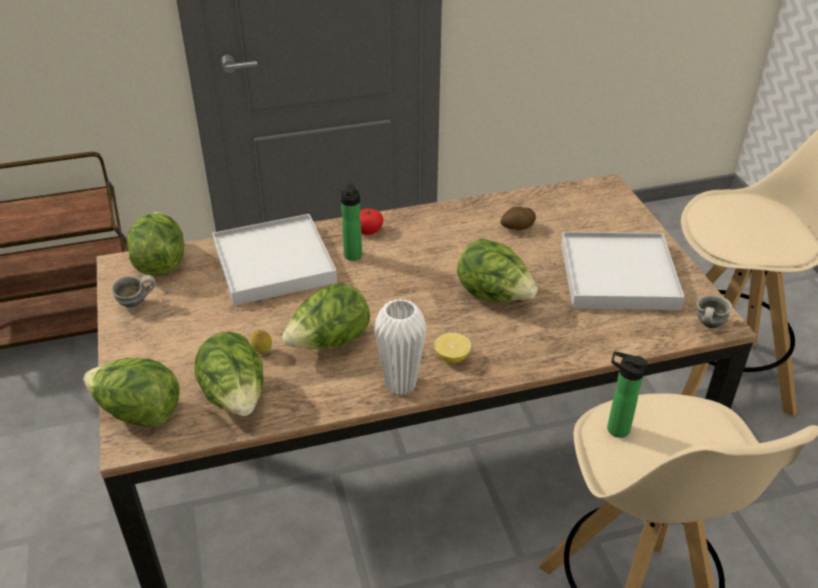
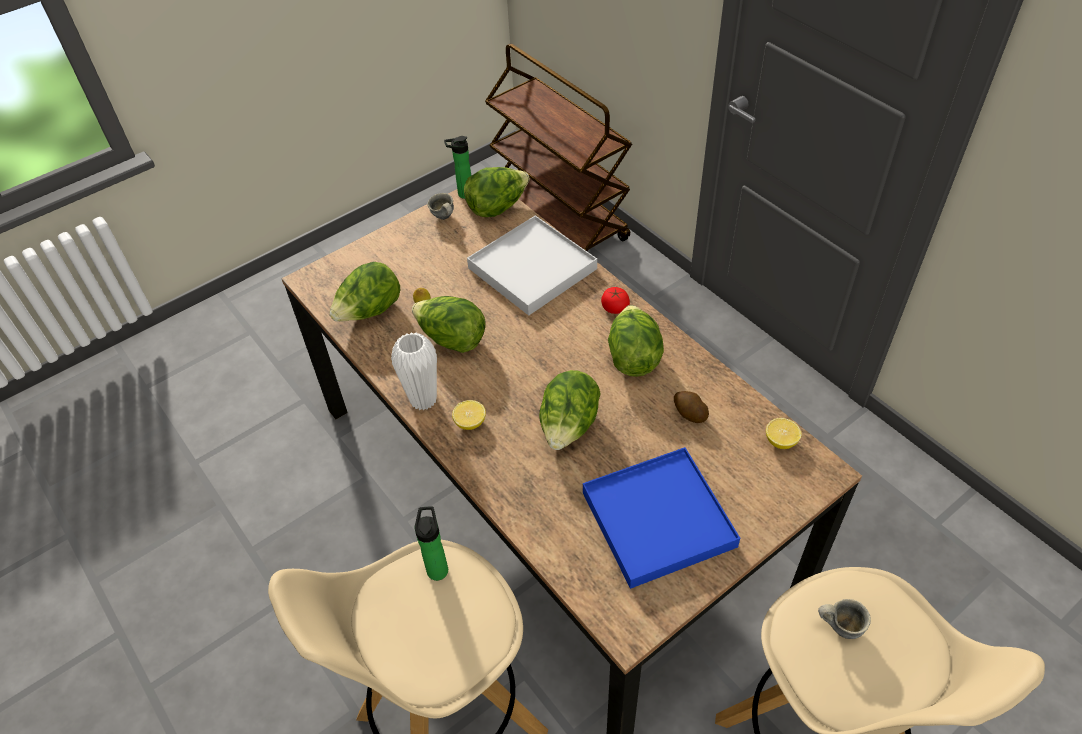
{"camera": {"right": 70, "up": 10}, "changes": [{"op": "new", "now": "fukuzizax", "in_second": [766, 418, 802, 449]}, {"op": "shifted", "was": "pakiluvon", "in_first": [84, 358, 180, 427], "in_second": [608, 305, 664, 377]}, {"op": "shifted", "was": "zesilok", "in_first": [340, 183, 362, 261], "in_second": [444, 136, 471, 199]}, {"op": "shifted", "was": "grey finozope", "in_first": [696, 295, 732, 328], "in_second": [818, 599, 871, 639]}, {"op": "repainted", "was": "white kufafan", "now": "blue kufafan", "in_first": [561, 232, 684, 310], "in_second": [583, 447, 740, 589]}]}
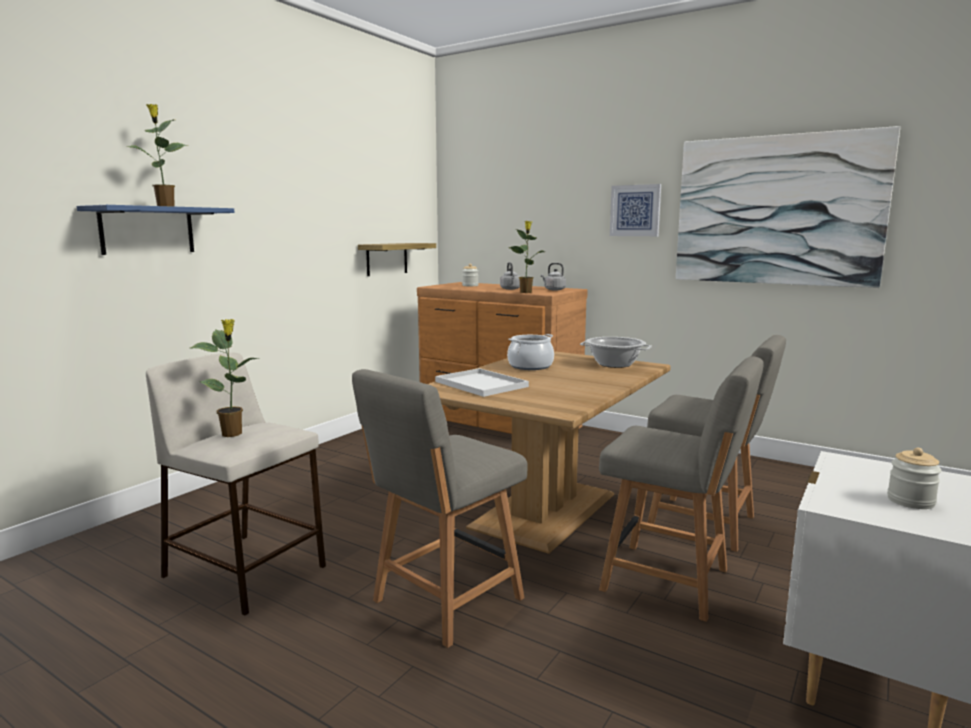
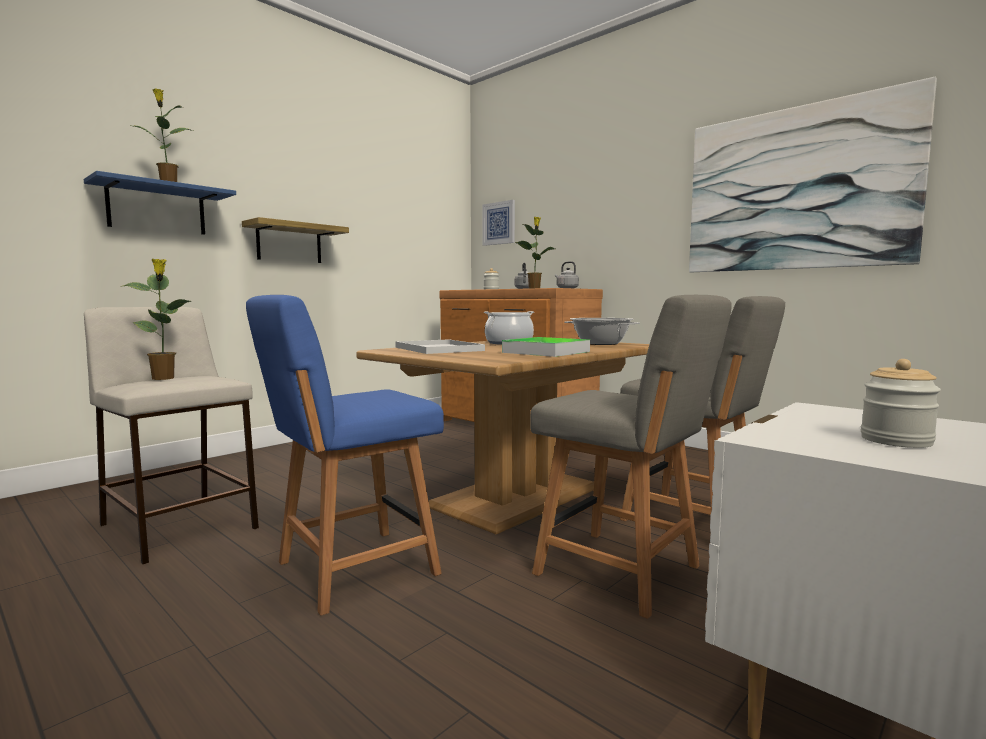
{"camera": {"right": 10, "up": -5}, "changes": [{"op": "new", "now": "kufafan", "in_second": [502, 337, 590, 357]}, {"op": "shifted", "was": "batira", "in_first": [358, 243, 436, 276], "in_second": [242, 217, 349, 263]}, {"op": "shifted", "was": "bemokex", "in_first": [610, 184, 661, 236], "in_second": [482, 200, 515, 246]}, {"op": "repainted", "was": "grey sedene", "now": "blue sedene", "in_first": [352, 369, 528, 648], "in_second": [246, 295, 444, 616]}]}
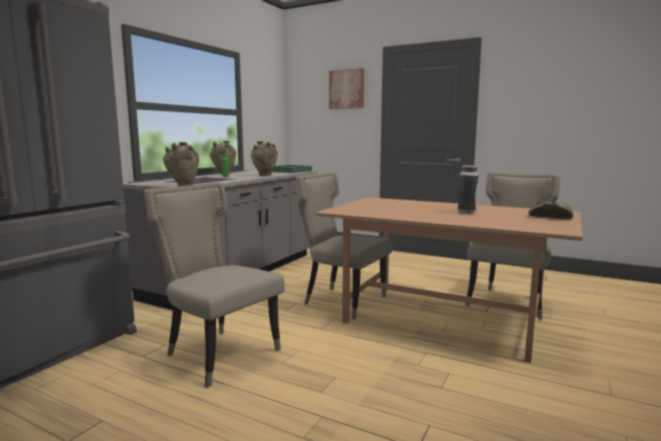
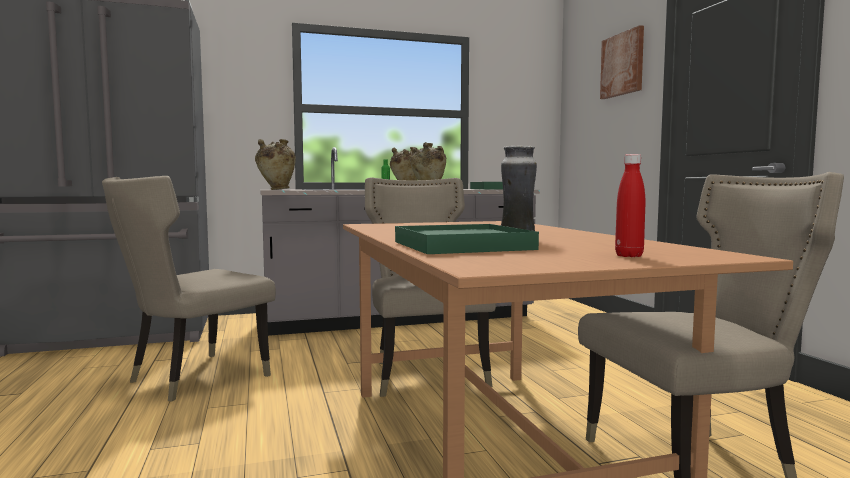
{"camera": {"right": 45, "up": -5}, "changes": [{"op": "new", "now": "green kufafan", "in_second": [395, 224, 539, 254]}, {"op": "swapped", "was": "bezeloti", "now": "red zesilok", "in_first": [529, 202, 573, 219], "in_second": [615, 154, 645, 257]}, {"op": "rotated", "was": "beige sedene", "in_first": [144, 182, 285, 388], "in_second": [102, 176, 276, 401], "clockwise": -135}]}
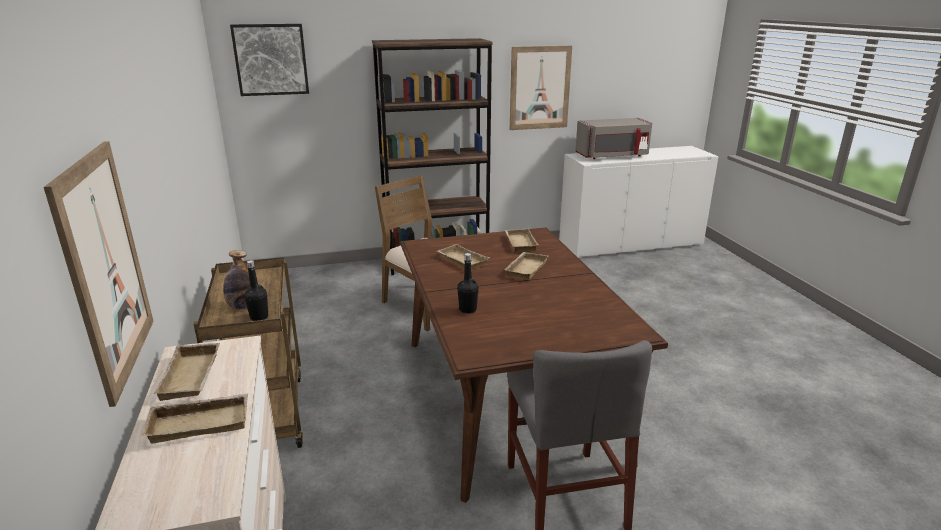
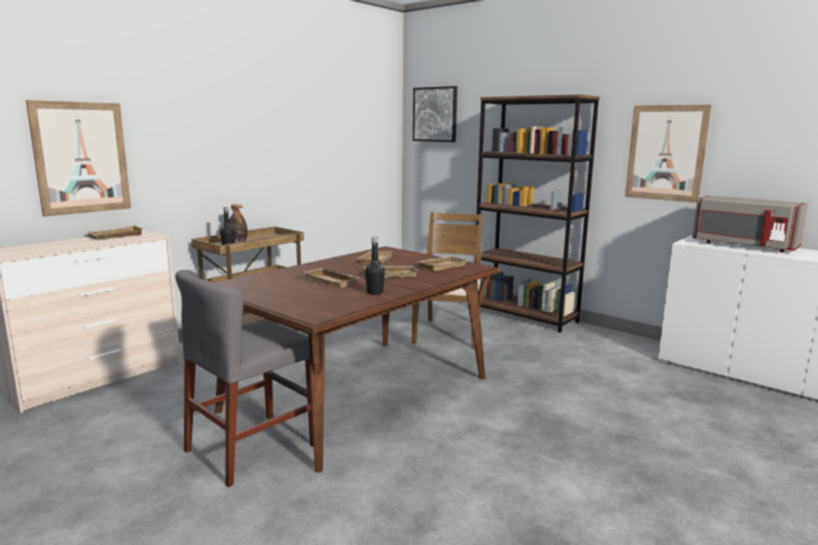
{"camera": {"right": 55, "up": -10}, "changes": [{"op": "shifted", "was": "beige kufafan", "in_first": [141, 393, 248, 443], "in_second": [303, 268, 360, 288]}, {"op": "shifted", "was": "black zesilok", "in_first": [457, 253, 479, 314], "in_second": [365, 237, 385, 295]}]}
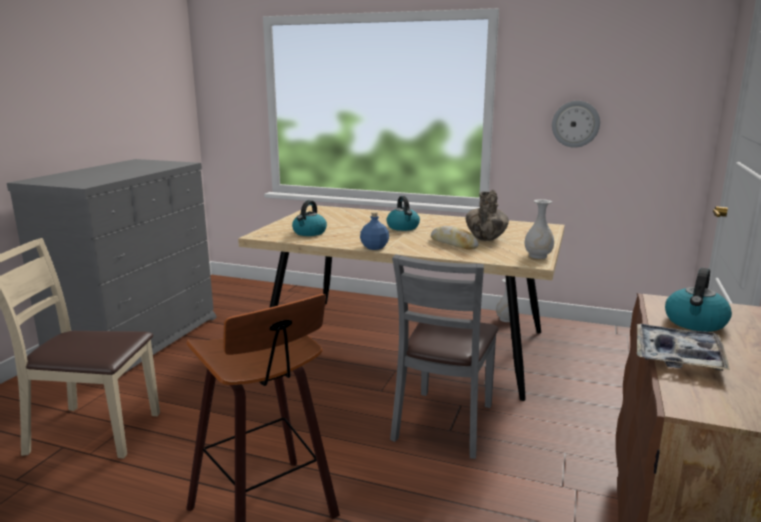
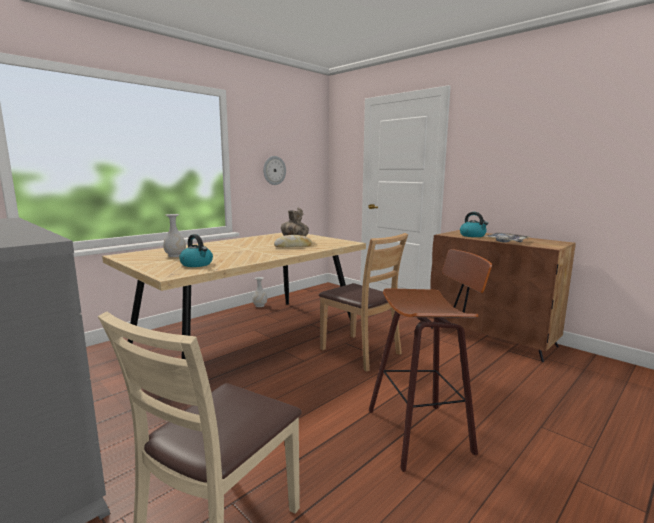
{"camera": {"right": -65, "up": -5}, "changes": [{"op": "gone", "was": "blue zesilok", "in_first": [360, 212, 389, 250]}, {"op": "gone", "was": "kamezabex", "in_first": [387, 196, 420, 231]}, {"op": "shifted", "was": "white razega", "in_first": [524, 199, 554, 259], "in_second": [163, 214, 186, 257]}, {"op": "repainted", "was": "grey sedene", "now": "brown sedene", "in_first": [390, 254, 499, 459], "in_second": [319, 233, 408, 372]}]}
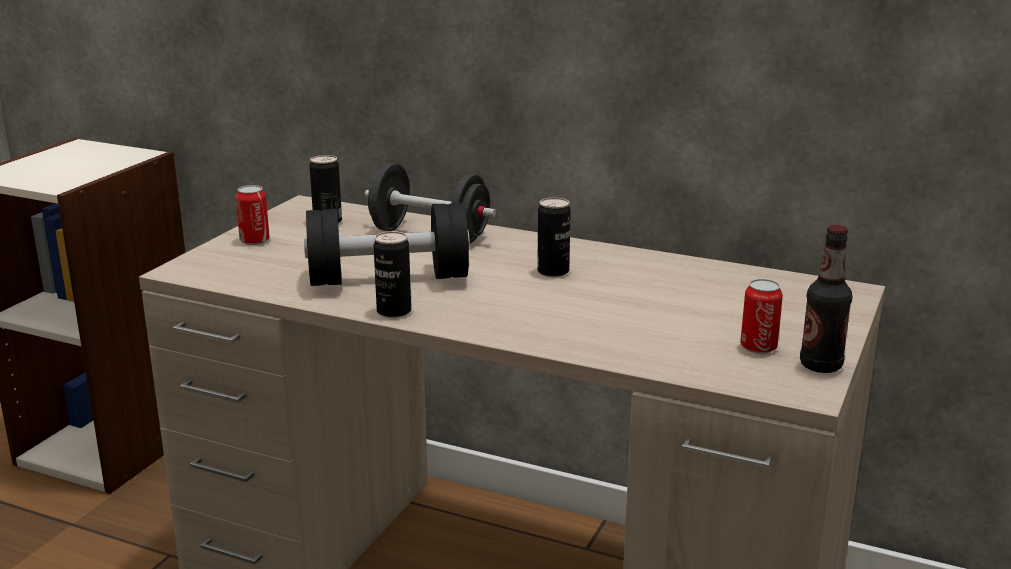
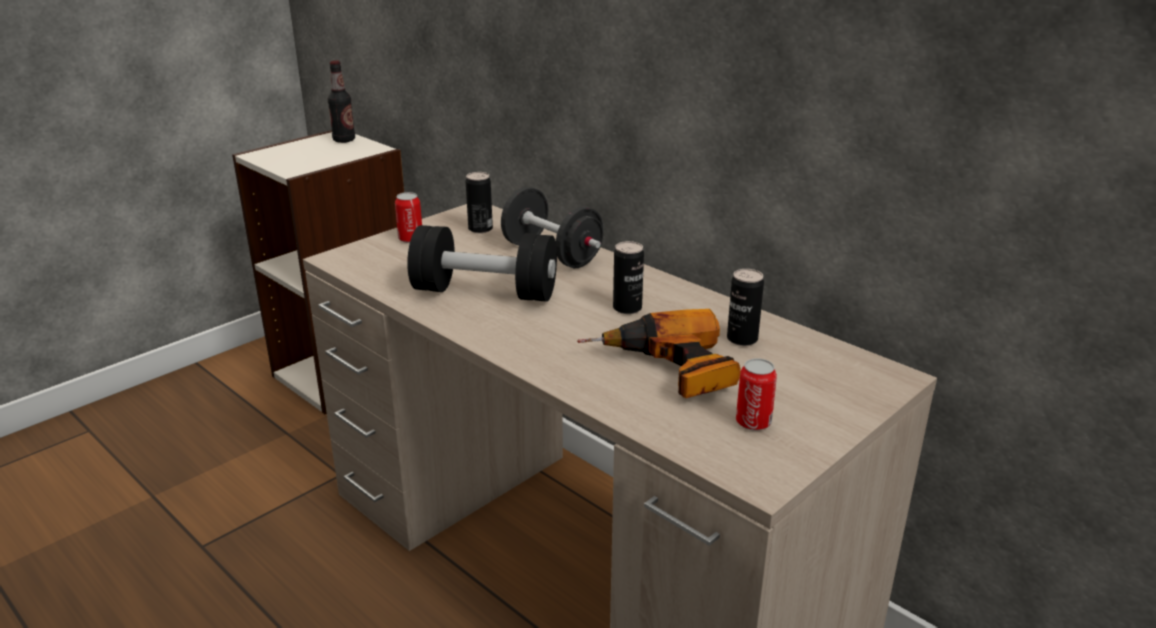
{"camera": {"right": 20, "up": 5}, "changes": [{"op": "new", "now": "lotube", "in_second": [577, 309, 741, 398]}, {"op": "shifted", "was": "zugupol", "in_first": [373, 231, 411, 318], "in_second": [727, 269, 764, 346]}, {"op": "shifted", "was": "zesilok", "in_first": [800, 225, 852, 373], "in_second": [328, 60, 355, 143]}]}
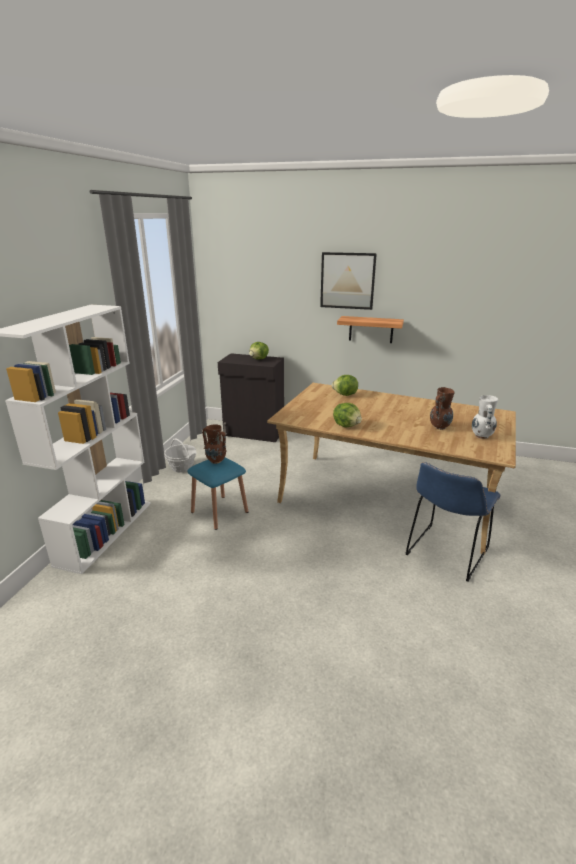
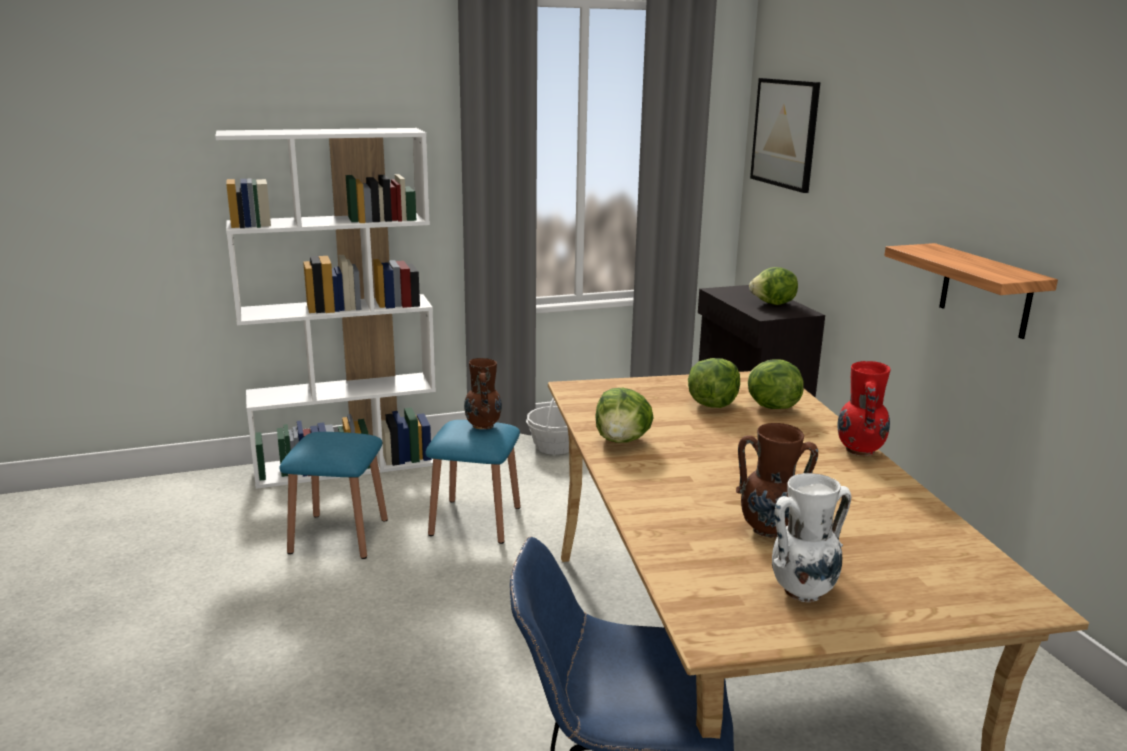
{"camera": {"right": 55, "up": -5}, "changes": [{"op": "new", "now": "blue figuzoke", "in_second": [280, 432, 388, 559]}, {"op": "new", "now": "pakiluvon", "in_second": [688, 358, 740, 408]}, {"op": "new", "now": "red razega", "in_second": [838, 361, 890, 456]}, {"op": "shifted", "was": "bemokex", "in_first": [320, 252, 377, 310], "in_second": [750, 78, 820, 193]}]}
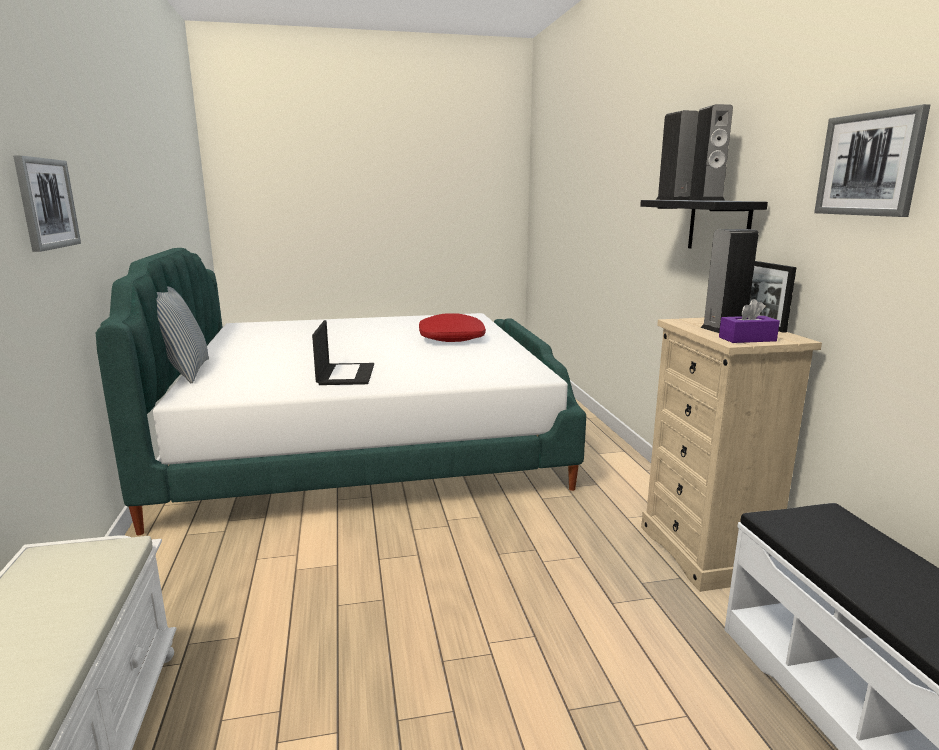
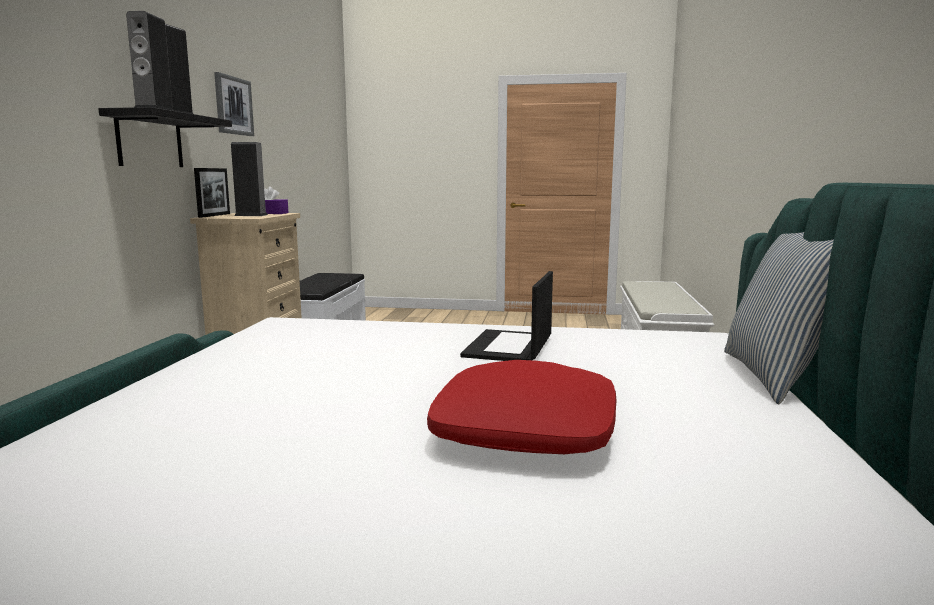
{"camera": {"right": -160, "up": -5}, "changes": [{"op": "gone", "was": "bemokex", "in_first": [13, 155, 81, 252]}, {"op": "shifted", "was": "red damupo", "in_first": [419, 313, 486, 342], "in_second": [427, 360, 616, 454]}]}
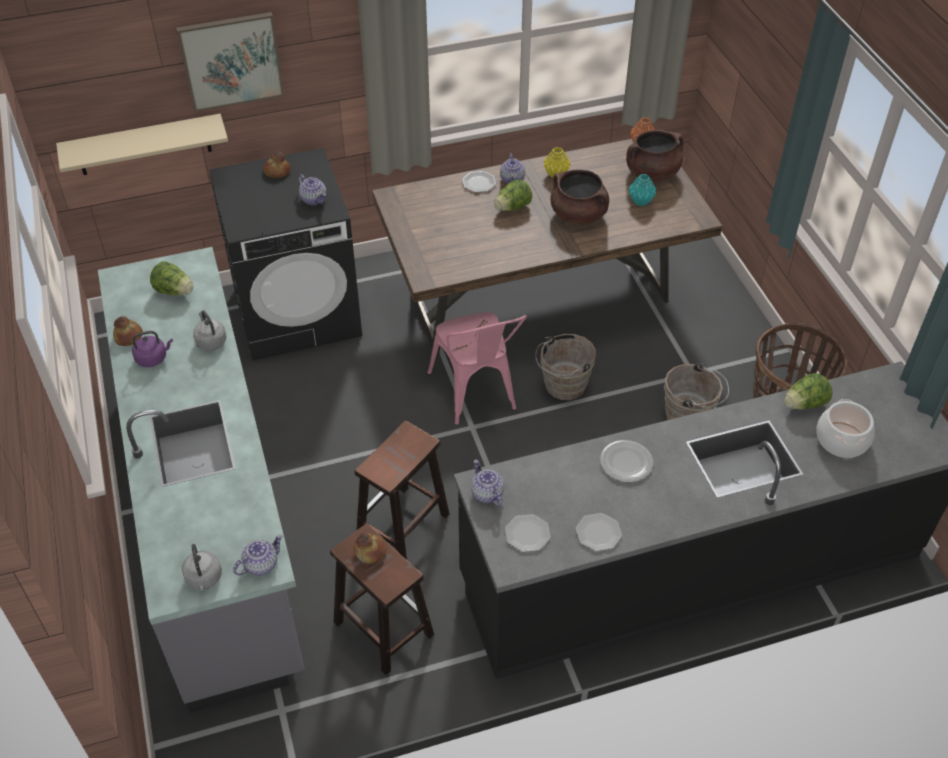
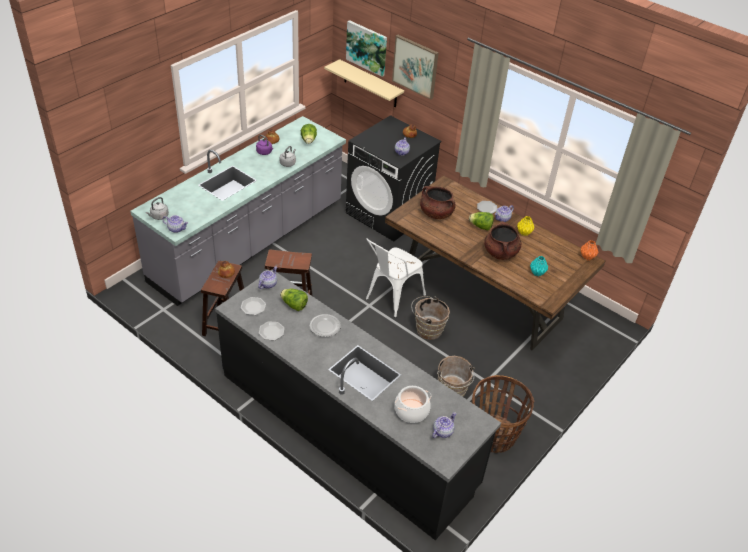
{"camera": {"right": 55, "up": -5}, "changes": [{"op": "new", "now": "bemokex", "in_second": [346, 20, 387, 77]}, {"op": "new", "now": "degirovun", "in_second": [432, 412, 456, 438]}, {"op": "shifted", "was": "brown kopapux", "in_first": [626, 130, 683, 182], "in_second": [420, 186, 456, 219]}, {"op": "shifted", "was": "pakiluvon", "in_first": [784, 373, 833, 409], "in_second": [280, 289, 308, 311]}, {"op": "repainted", "was": "pink sedene", "now": "white sedene", "in_first": [427, 312, 527, 425], "in_second": [366, 238, 426, 318]}]}
